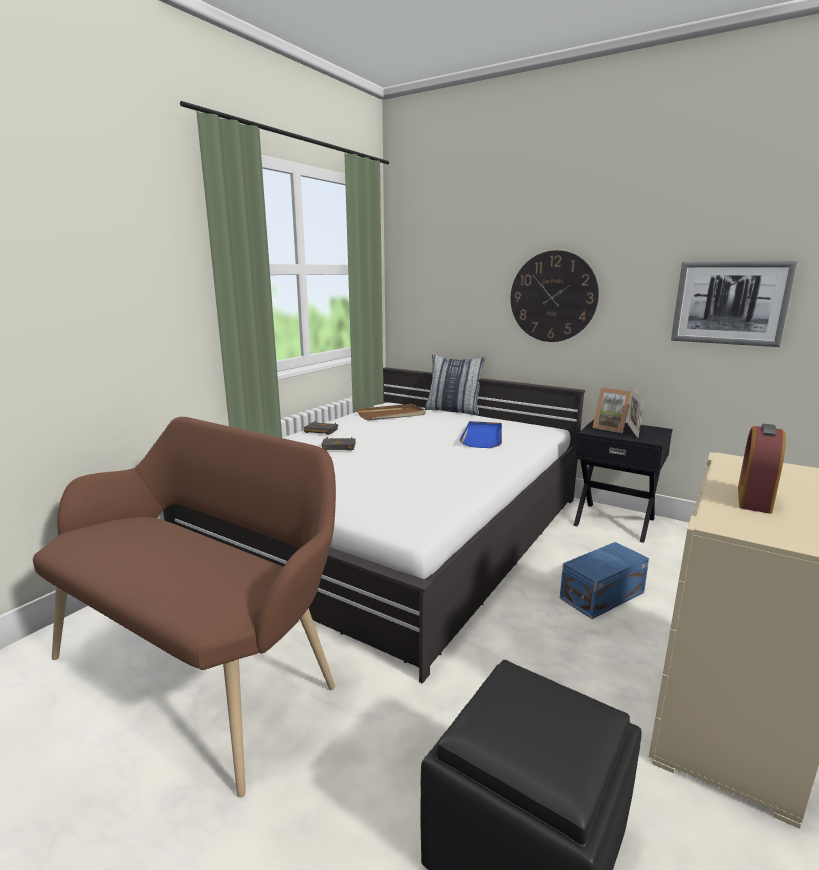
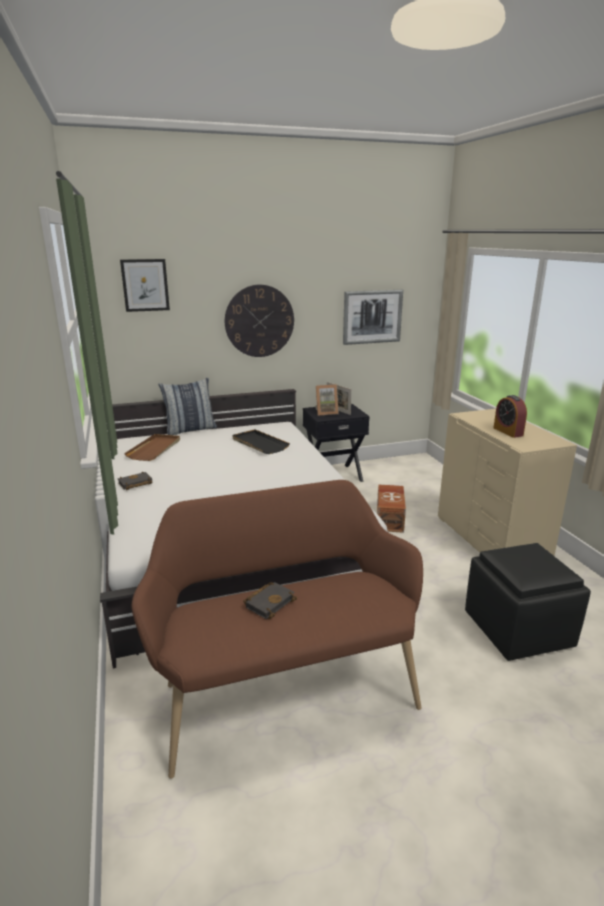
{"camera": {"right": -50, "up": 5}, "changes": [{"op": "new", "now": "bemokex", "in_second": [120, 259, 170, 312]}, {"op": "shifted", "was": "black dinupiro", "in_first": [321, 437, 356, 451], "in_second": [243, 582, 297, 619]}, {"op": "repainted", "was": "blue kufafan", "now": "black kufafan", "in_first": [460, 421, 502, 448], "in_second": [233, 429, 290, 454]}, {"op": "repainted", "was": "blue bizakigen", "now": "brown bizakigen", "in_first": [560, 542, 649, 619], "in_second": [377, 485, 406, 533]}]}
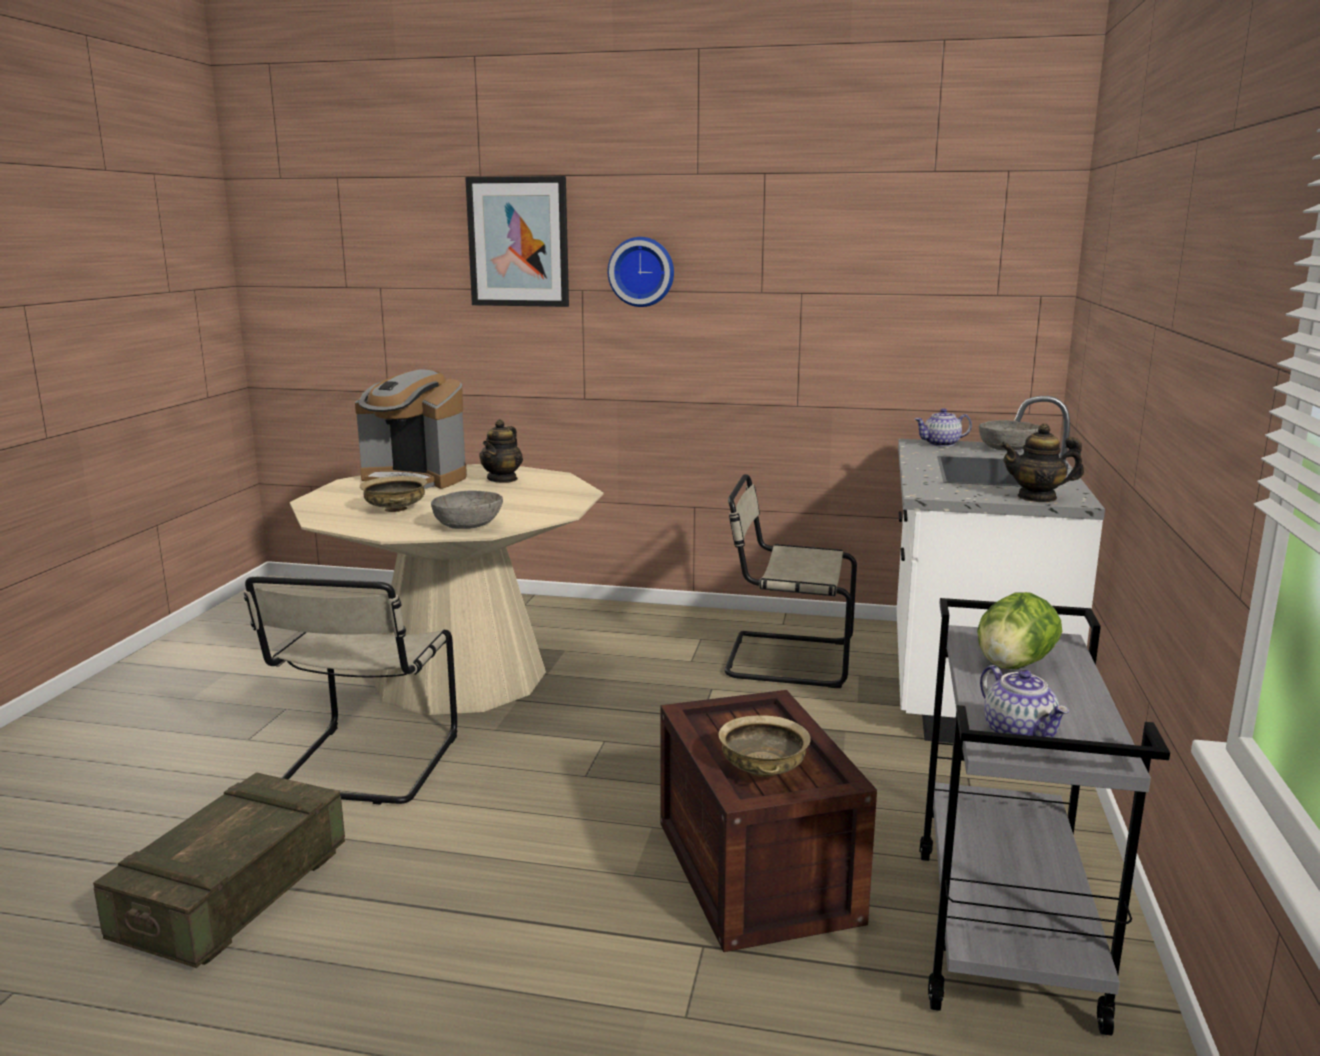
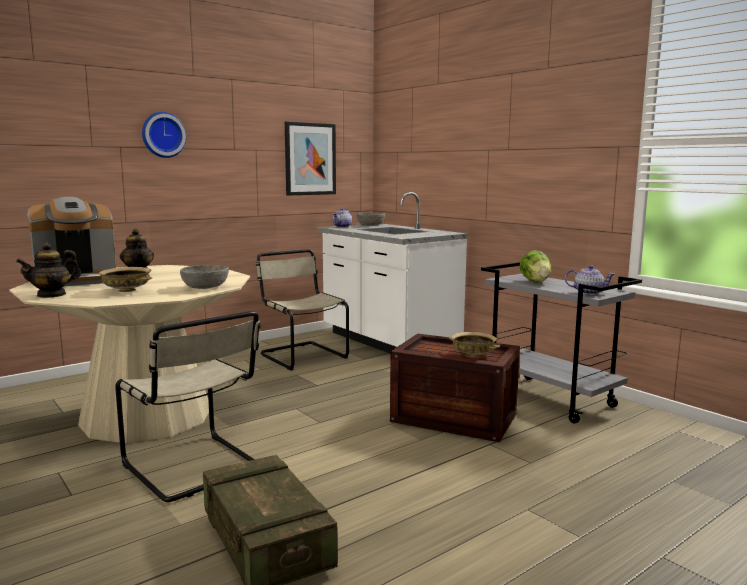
{"camera": {"right": -50, "up": -5}, "changes": [{"op": "shifted", "was": "bemokex", "in_first": [465, 176, 569, 307], "in_second": [285, 121, 336, 196]}, {"op": "shifted", "was": "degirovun", "in_first": [1000, 424, 1084, 502], "in_second": [16, 242, 81, 298]}, {"op": "rotated", "was": "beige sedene", "in_first": [724, 474, 857, 688], "in_second": [256, 249, 349, 370], "clockwise": 90}]}
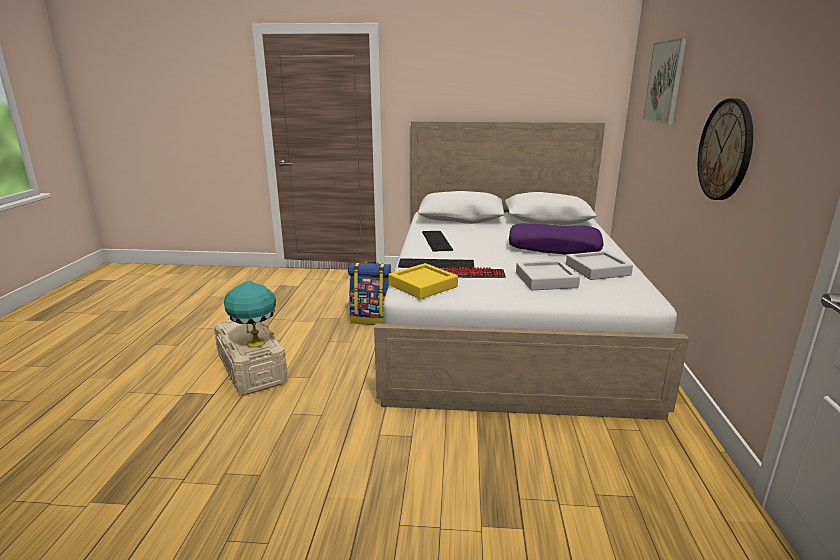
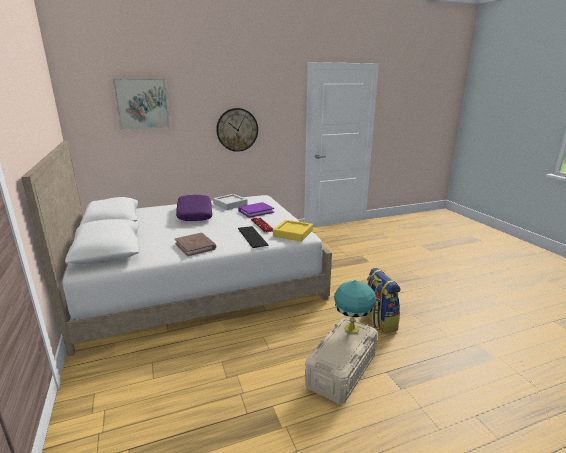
{"camera": {"right": -115, "up": 0}, "changes": [{"op": "shifted", "was": "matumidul", "in_first": [348, 261, 392, 325], "in_second": [366, 268, 400, 334]}, {"op": "swapped", "was": "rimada", "now": "brown dinupiro", "in_first": [422, 231, 453, 252], "in_second": [175, 233, 216, 256]}, {"op": "swapped", "was": "grey kufafan", "now": "purple dinupiro", "in_first": [516, 261, 580, 290], "in_second": [238, 202, 274, 218]}]}
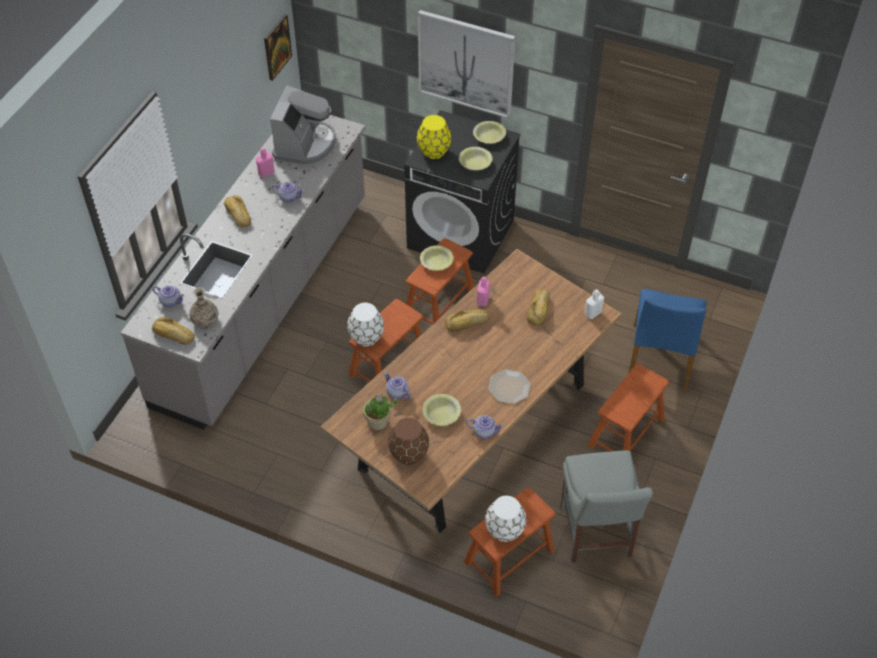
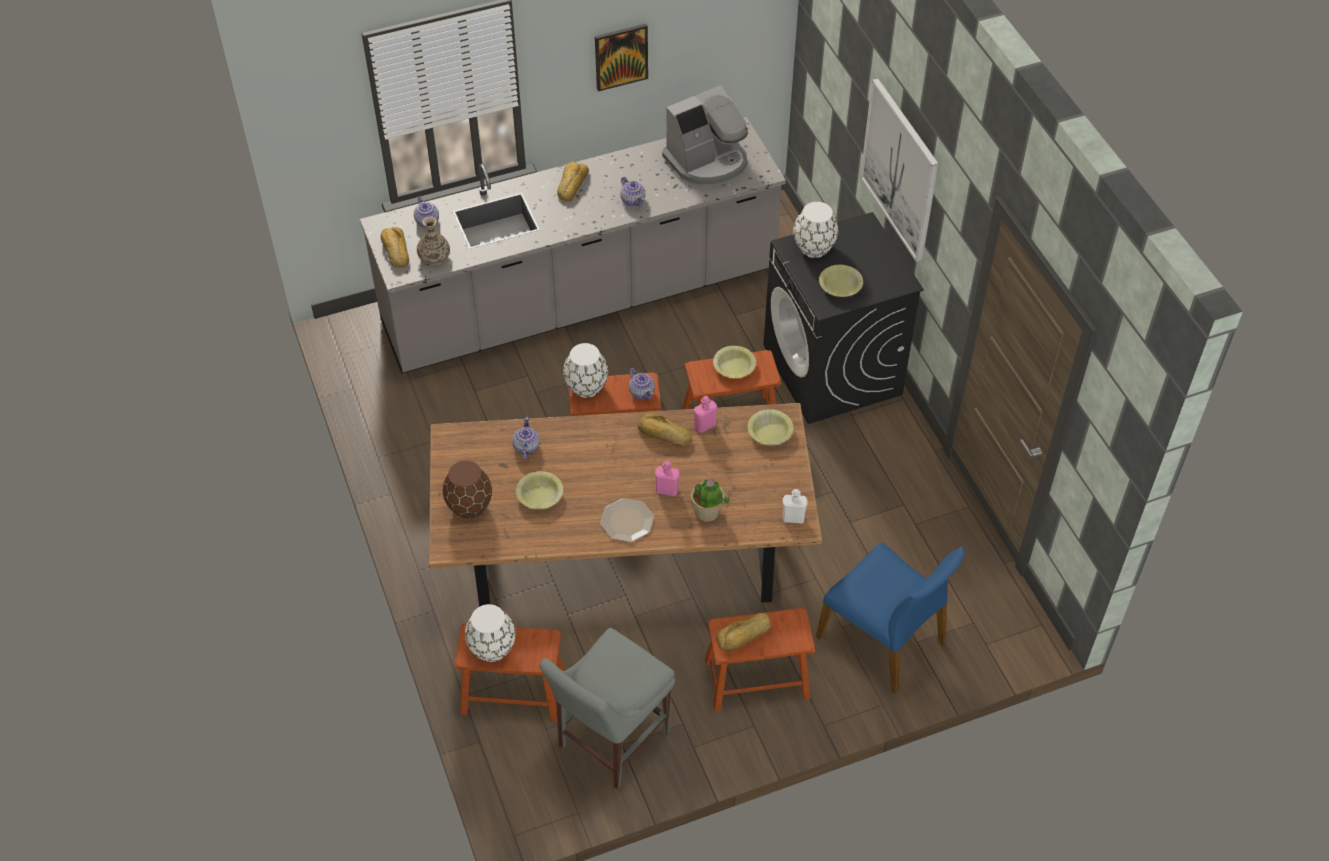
{"camera": {"right": 45, "up": 0}, "changes": [{"op": "shifted", "was": "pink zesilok", "in_first": [255, 148, 275, 177], "in_second": [655, 461, 680, 496]}, {"op": "shifted", "was": "bemokex", "in_first": [264, 14, 292, 81], "in_second": [595, 24, 648, 91]}, {"op": "shifted", "was": "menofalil", "in_first": [363, 395, 398, 430], "in_second": [691, 479, 730, 522]}, {"op": "shifted", "was": "degirovun", "in_first": [466, 415, 504, 439], "in_second": [629, 368, 655, 400]}, {"op": "shifted", "was": "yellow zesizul", "in_first": [473, 121, 506, 144], "in_second": [748, 409, 794, 445]}, {"op": "shifted", "was": "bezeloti", "in_first": [527, 289, 550, 326], "in_second": [716, 613, 771, 651]}, {"op": "repainted", "was": "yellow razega", "now": "white razega", "in_first": [417, 115, 451, 159], "in_second": [793, 202, 838, 258]}, {"op": "rotated", "was": "blue sedene", "in_first": [628, 289, 707, 391], "in_second": [816, 543, 965, 694], "clockwise": -105}]}
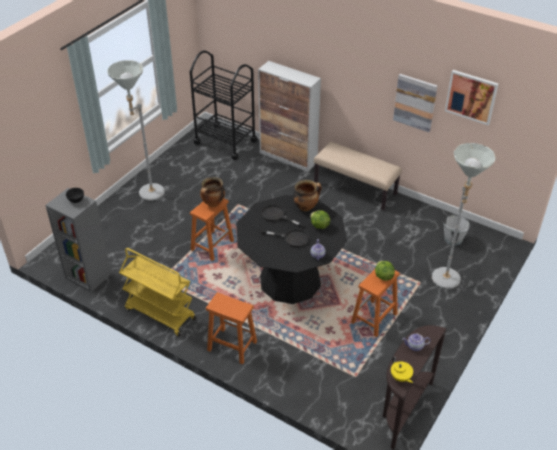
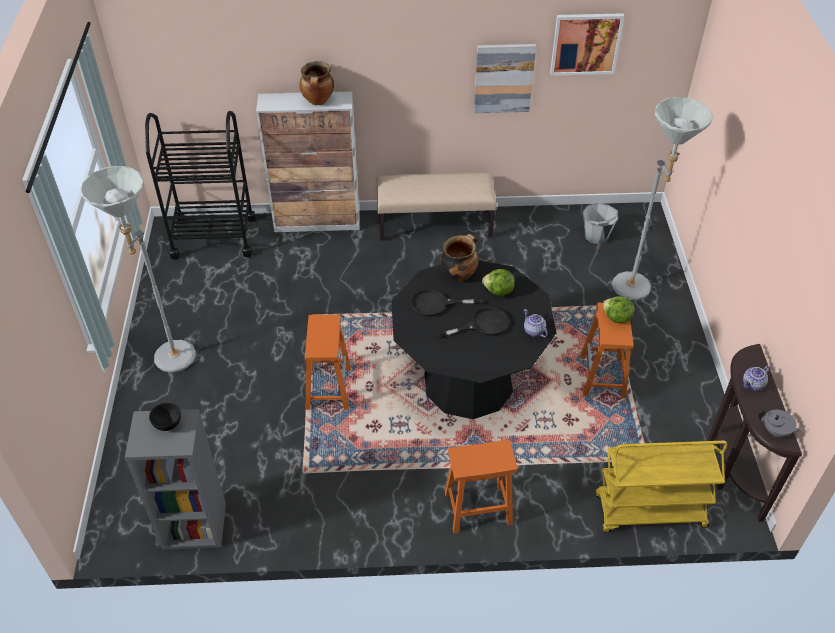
{"camera": {"right": -35, "up": 5}, "changes": [{"op": "shifted", "was": "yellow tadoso", "in_first": [119, 248, 196, 337], "in_second": [596, 441, 727, 533]}, {"op": "shifted", "was": "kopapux", "in_first": [200, 177, 225, 207], "in_second": [299, 61, 334, 105]}, {"op": "repainted", "was": "yellow degirovun", "now": "grey degirovun", "in_first": [391, 357, 413, 383], "in_second": [759, 409, 805, 437]}]}
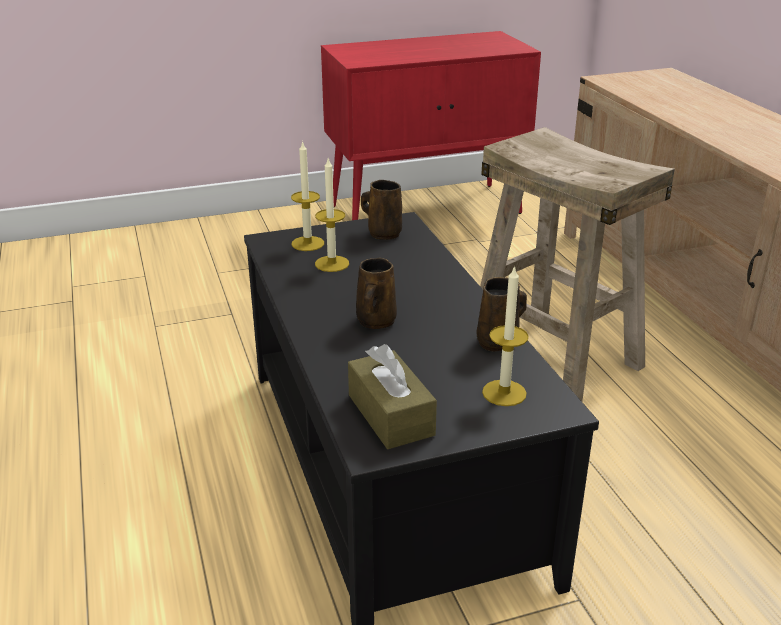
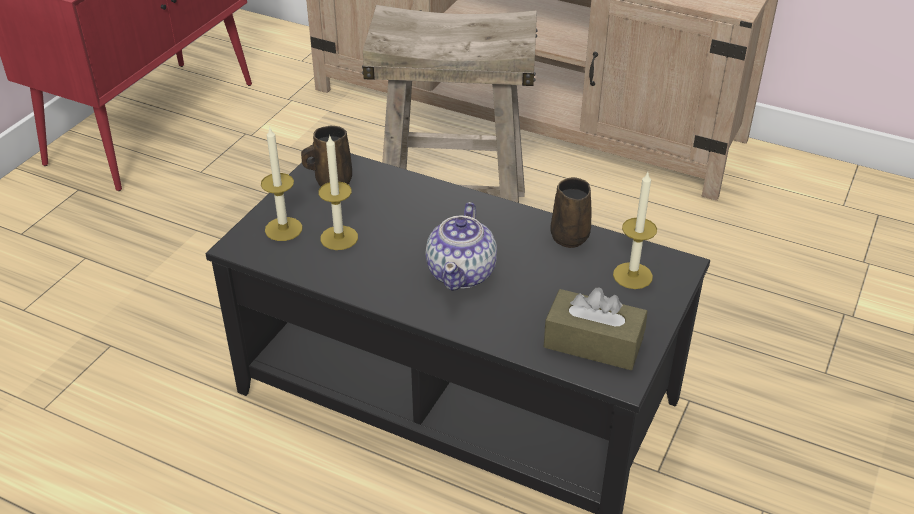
{"camera": {"right": -45, "up": 10}, "changes": [{"op": "swapped", "was": "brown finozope", "now": "degirovun", "in_first": [356, 257, 397, 329], "in_second": [426, 202, 497, 291]}]}
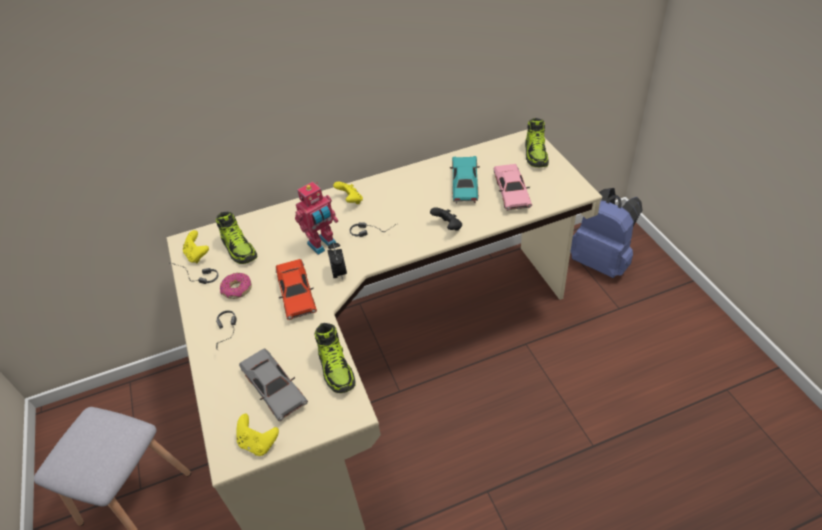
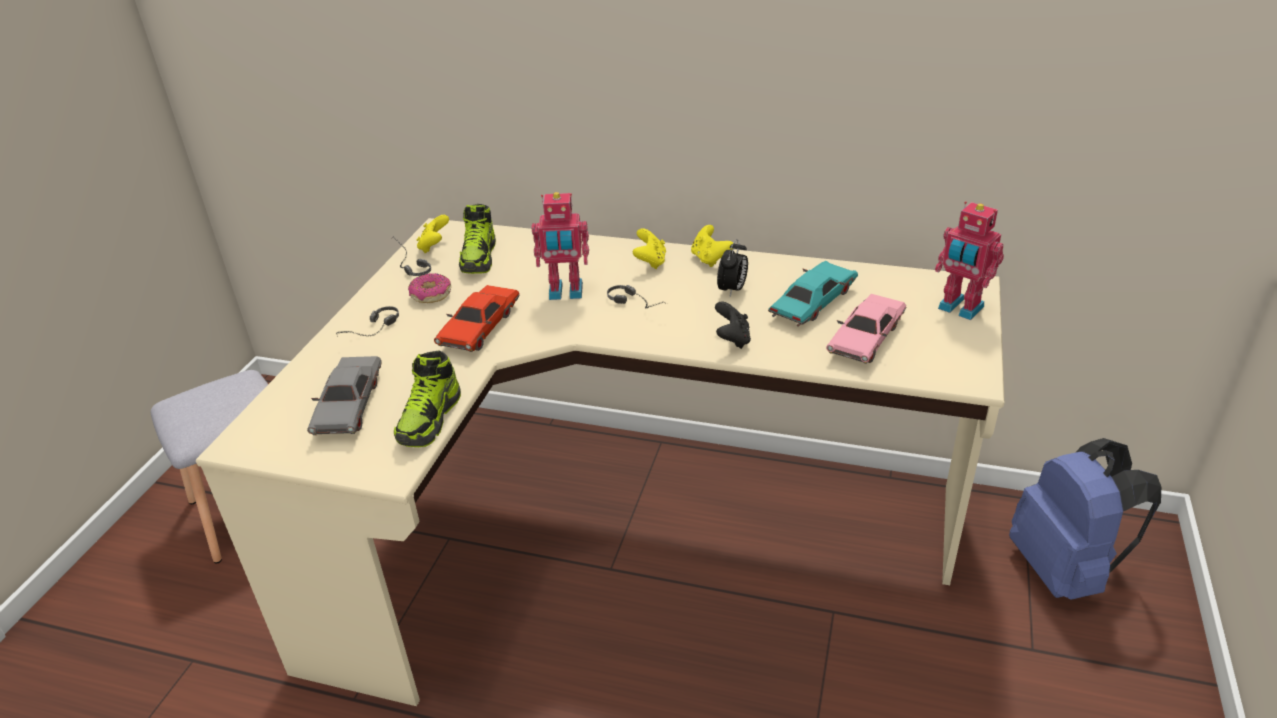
{"camera": {"right": 35, "up": -10}, "changes": [{"op": "shifted", "was": "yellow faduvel", "in_first": [236, 414, 279, 456], "in_second": [691, 225, 733, 267]}, {"op": "shifted", "was": "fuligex", "in_first": [327, 242, 347, 280], "in_second": [717, 239, 748, 297]}, {"op": "swapped", "was": "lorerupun", "now": "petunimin", "in_first": [525, 118, 549, 167], "in_second": [935, 201, 1004, 320]}]}
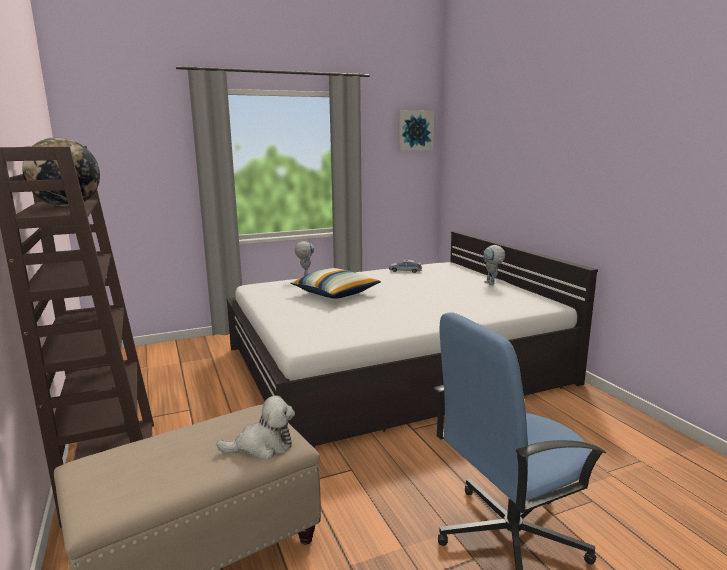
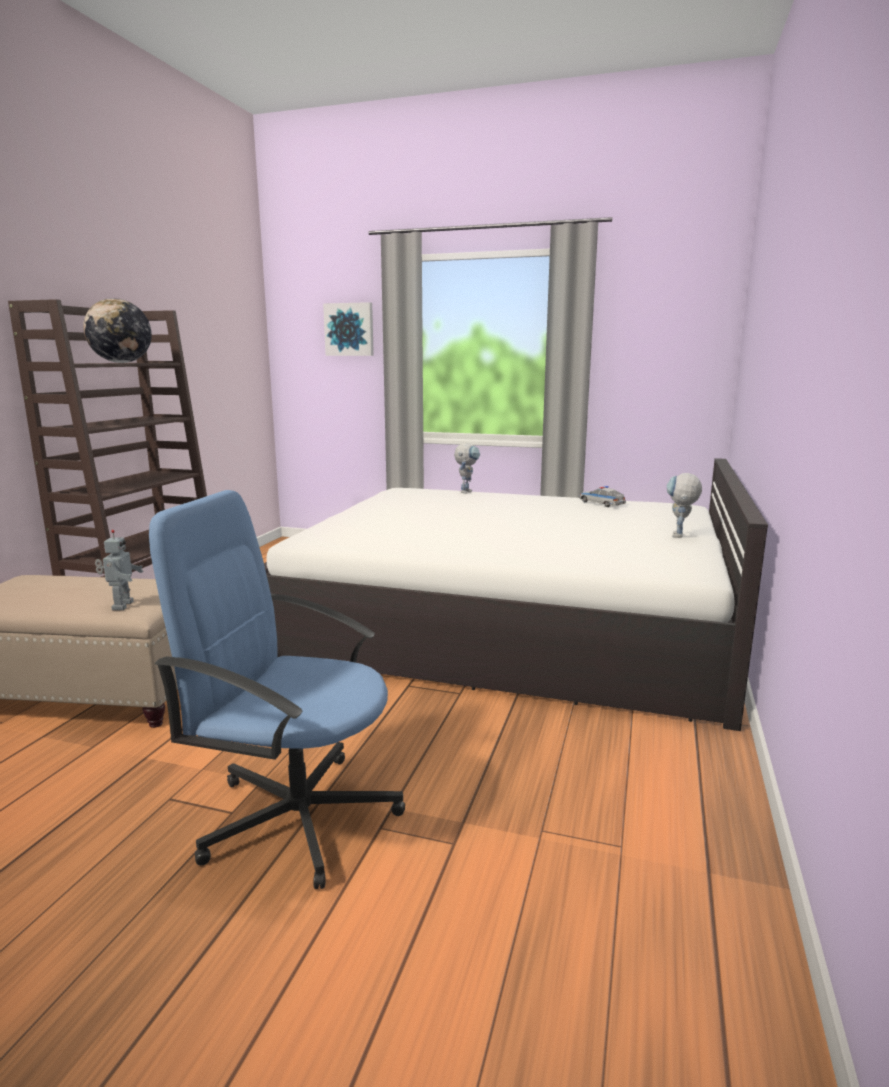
{"camera": {"right": 40, "up": 0}, "changes": [{"op": "gone", "was": "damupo", "in_first": [290, 268, 381, 298]}, {"op": "shifted", "was": "bemokex", "in_first": [398, 111, 434, 151], "in_second": [323, 302, 374, 356]}, {"op": "swapped", "was": "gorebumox", "now": "petunimin", "in_first": [217, 395, 295, 460], "in_second": [95, 530, 144, 610]}]}
